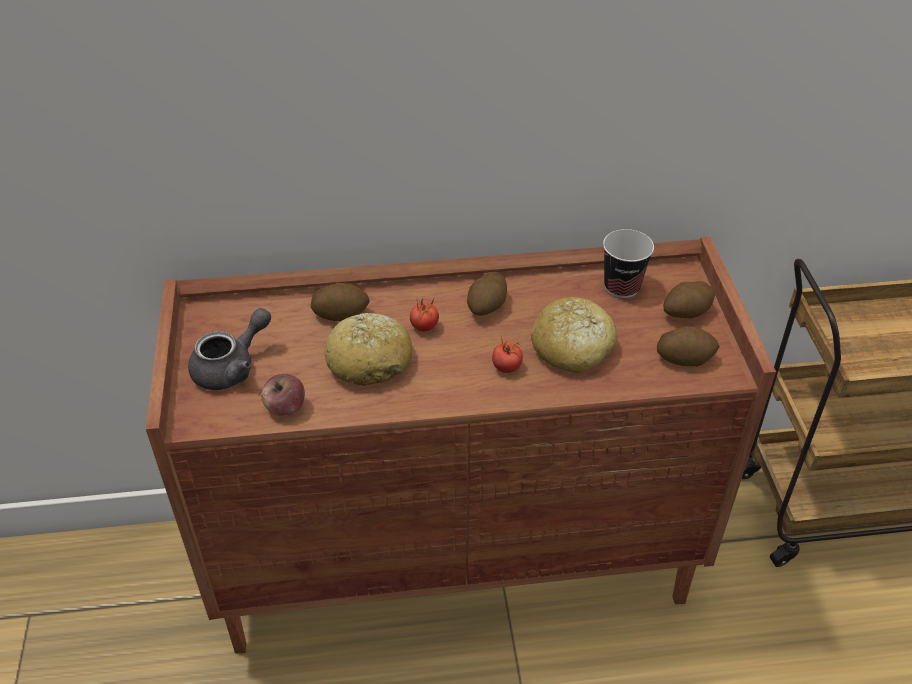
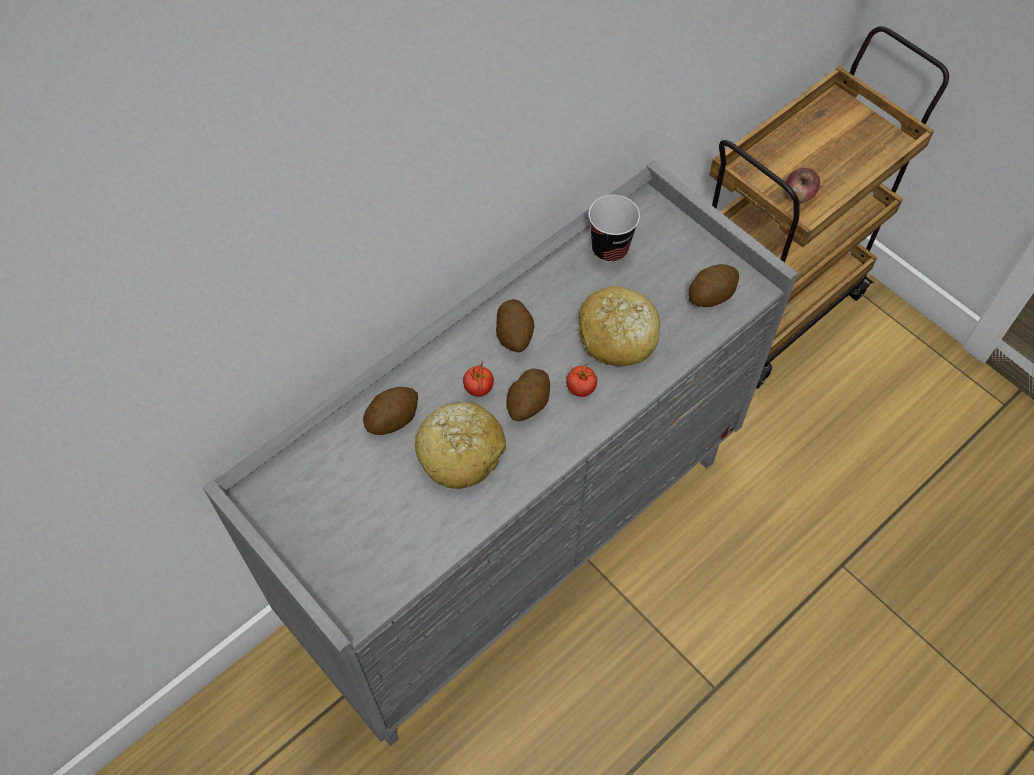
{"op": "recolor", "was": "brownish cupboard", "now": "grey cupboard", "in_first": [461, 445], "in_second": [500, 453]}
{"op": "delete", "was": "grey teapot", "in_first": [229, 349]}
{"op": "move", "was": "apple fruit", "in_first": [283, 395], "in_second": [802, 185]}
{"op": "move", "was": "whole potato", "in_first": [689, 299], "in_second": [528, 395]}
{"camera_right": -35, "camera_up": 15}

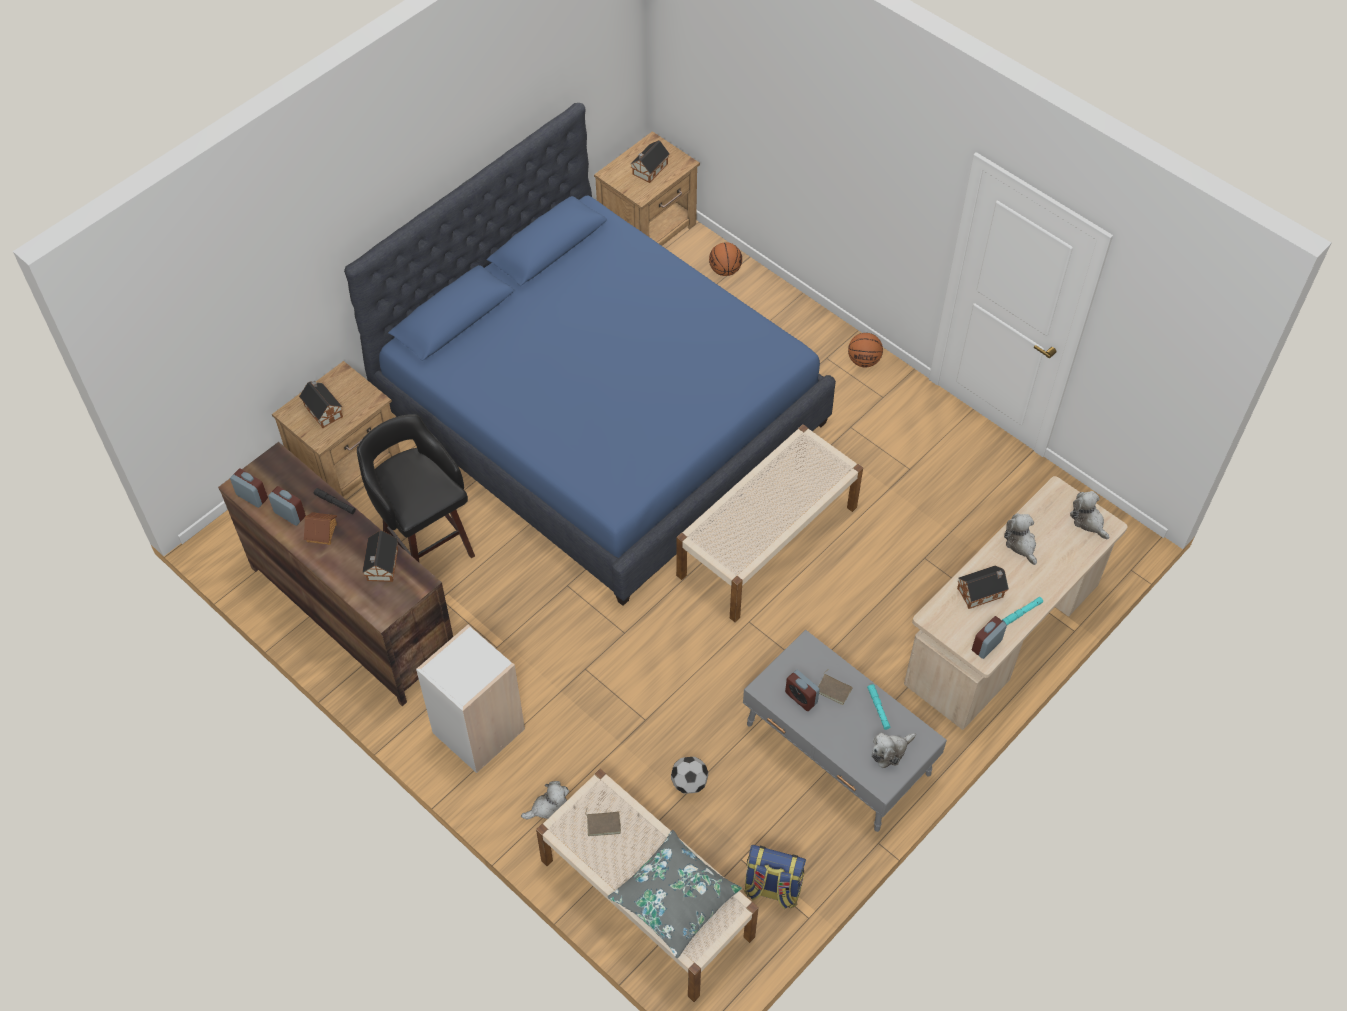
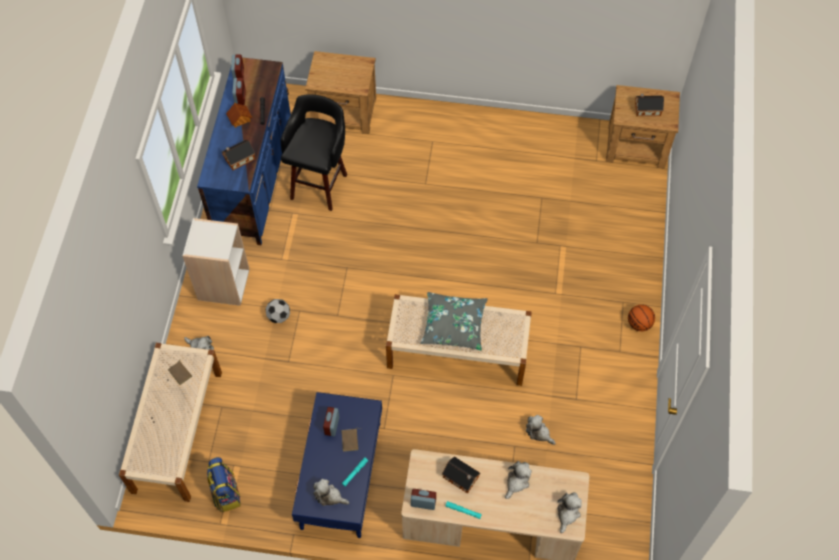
{"op": "recolor", "was": "brownish cupboard", "now": "bluish cupboard", "in_first": [335, 574], "in_second": [244, 151]}
{"op": "delete", "was": "toy house", "in_first": [321, 404]}
{"op": "delete", "was": "bluish bedroom bed", "in_first": [590, 354]}
{"op": "move", "was": "grey cushion", "in_first": [675, 894], "in_second": [454, 321]}
{"op": "move", "was": "football", "in_first": [689, 775], "in_second": [278, 311]}
{"op": "delete", "was": "basketball", "in_first": [725, 259]}
{"op": "recolor", "was": "grey low table", "now": "bluish low table", "in_first": [845, 731], "in_second": [337, 465]}
{"op": "insert", "now": "plush toy", "in_second": [541, 430]}
{"camera_right": 55, "camera_up": 5}

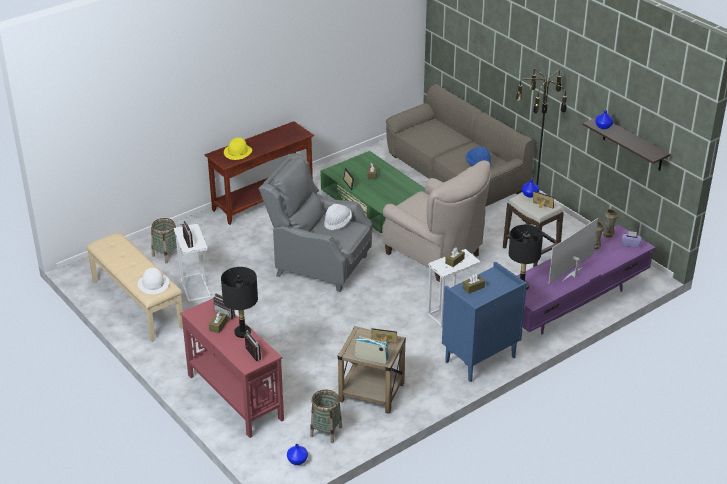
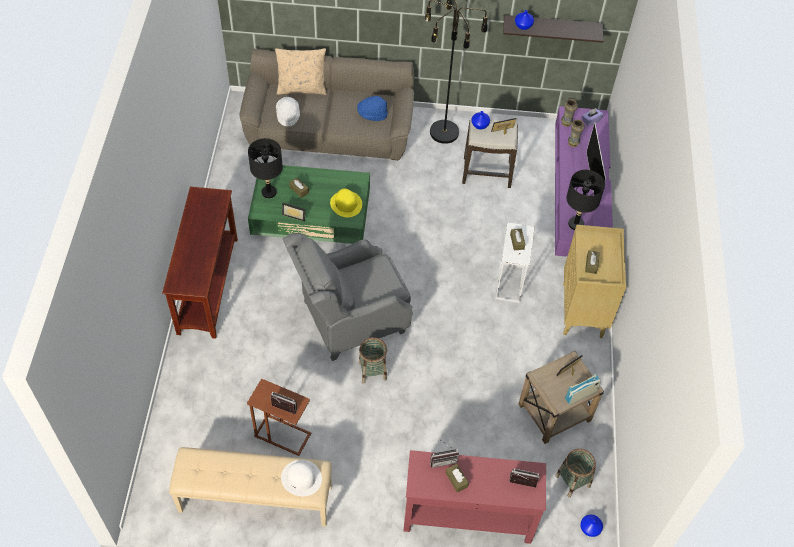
{"op": "move", "was": "basket", "in_first": [165, 240], "in_second": [373, 361]}
{"op": "recolor", "was": "white accent table", "now": "brownish accent table", "in_first": [192, 263], "in_second": [279, 417]}
{"op": "move", "was": "blackish tabletop lamp", "in_first": [239, 302], "in_second": [265, 168]}
{"op": "move", "was": "yellow hat", "in_first": [238, 148], "in_second": [346, 203]}
{"op": "move", "was": "white hat", "in_first": [338, 217], "in_second": [288, 112]}
{"op": "delete", "was": "sand-coloured easy chair", "in_first": [436, 221]}
{"op": "recolor", "was": "bluish cupboard", "now": "sand-coloured cupboard", "in_first": [484, 321], "in_second": [595, 281]}
{"op": "insert", "now": "sand-coloured cushion", "in_second": [301, 71]}
{"camera_right": -50, "camera_up": 20}

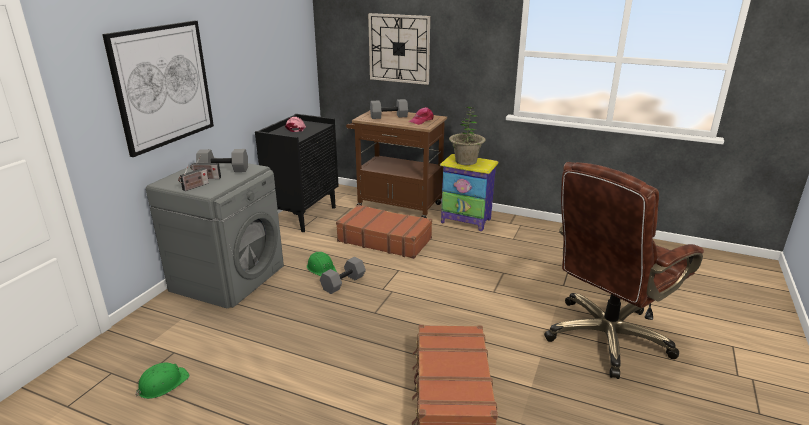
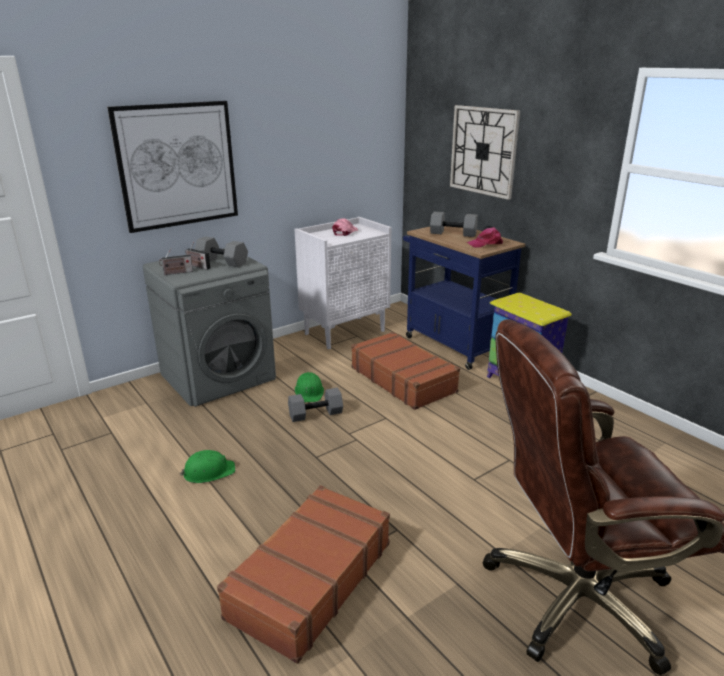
{"op": "move", "was": "greenish work helmet", "in_first": [162, 381], "in_second": [207, 466]}
{"op": "recolor", "was": "blackish cupboard", "now": "white cupboard", "in_first": [297, 173], "in_second": [343, 283]}
{"op": "recolor", "was": "brownish wheeled cart", "now": "bluish wheeled cart", "in_first": [396, 164], "in_second": [464, 298]}
{"op": "delete", "was": "plant in a pot", "in_first": [467, 135]}
{"camera_right": 30, "camera_up": 0}

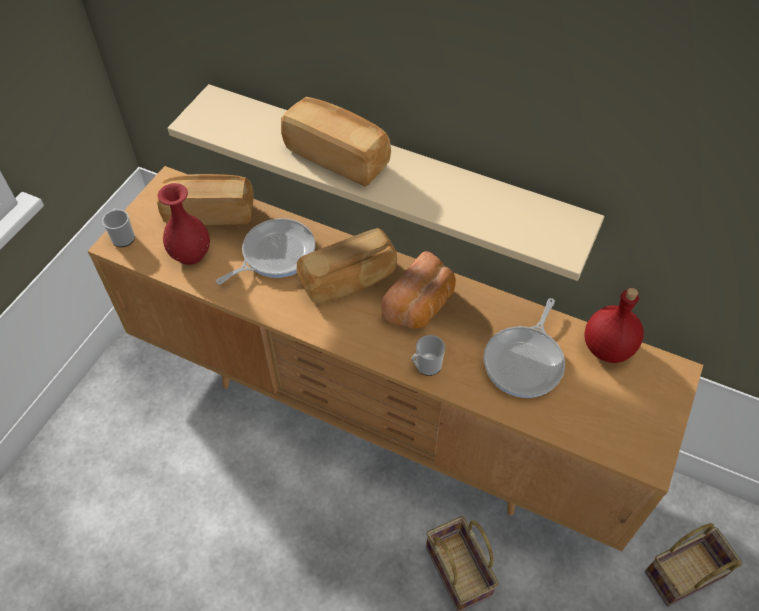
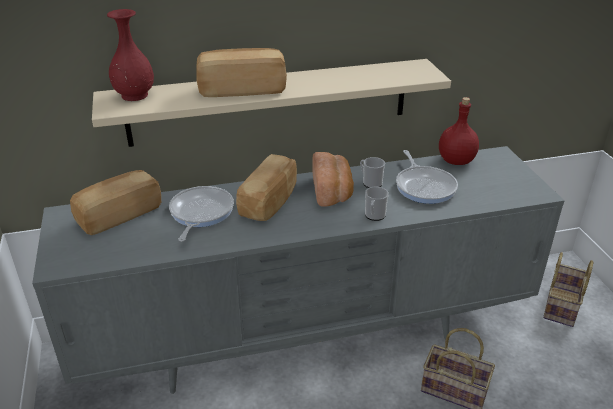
{"op": "recolor", "was": "brownish cupboard", "now": "grey cupboard", "in_first": [395, 358], "in_second": [298, 270]}
{"op": "move", "was": "mug", "in_first": [118, 227], "in_second": [372, 172]}
{"op": "move", "was": "red vase", "in_first": [184, 224], "in_second": [130, 55]}
{"camera_right": -40, "camera_up": -20}

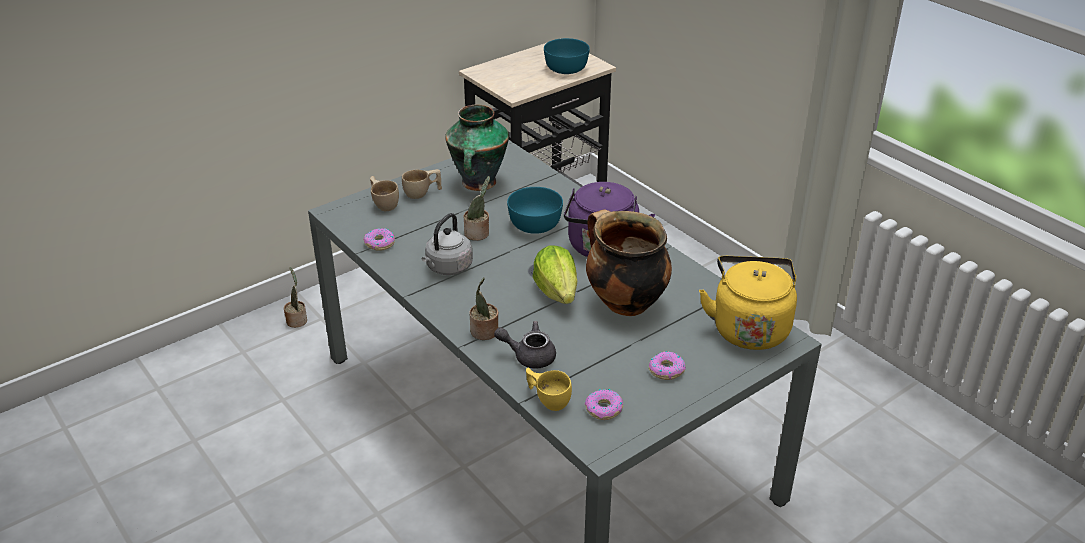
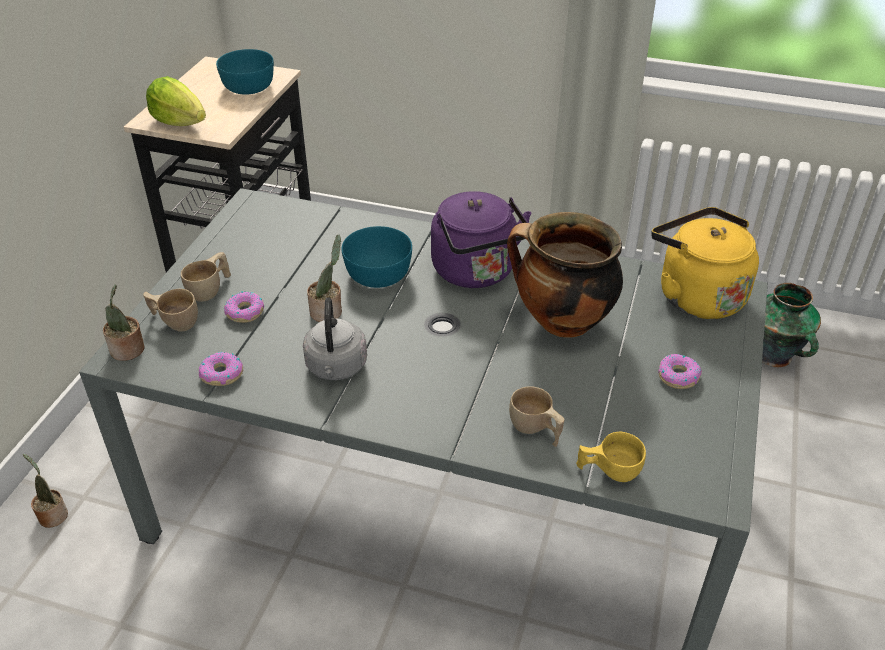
{"op": "move", "was": "vase", "in_first": [477, 148], "in_second": [791, 325]}
{"op": "move", "was": "plant in a pot", "in_first": [484, 309], "in_second": [124, 322]}
{"op": "replace", "was": "grey teapot", "now": "sand-coloured cup", "in_first": [525, 345], "in_second": [536, 416]}
{"op": "move", "was": "head of lettuce", "in_first": [555, 274], "in_second": [176, 101]}
{"op": "move", "was": "ring doughnut", "in_first": [604, 404], "in_second": [244, 307]}
{"camera_right": -35, "camera_up": 5}

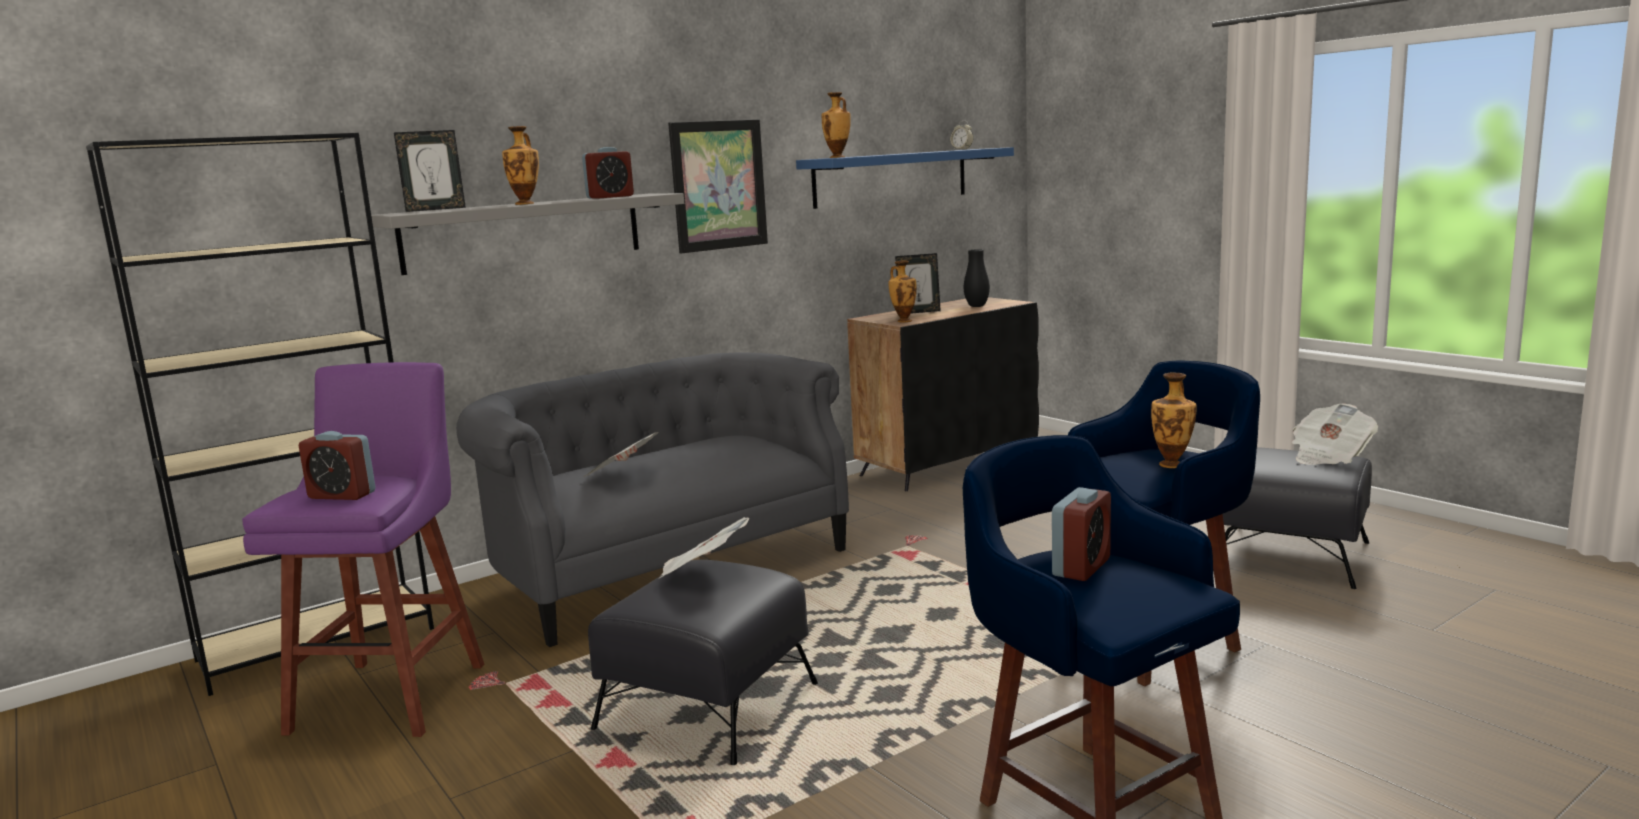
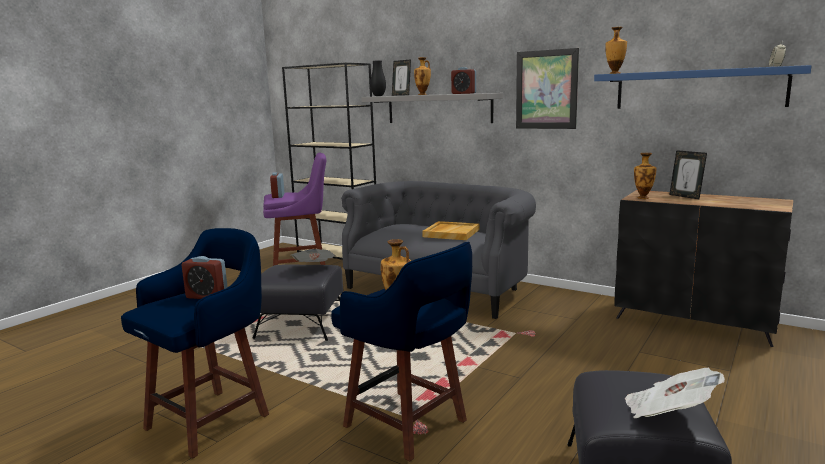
{"op": "delete", "was": "newspaper", "in_first": [621, 454]}
{"op": "move", "was": "blackish vase", "in_first": [977, 278], "in_second": [378, 78]}
{"op": "insert", "now": "sand-coloured tray", "in_second": [450, 230]}
{"camera_right": 70, "camera_up": 0}

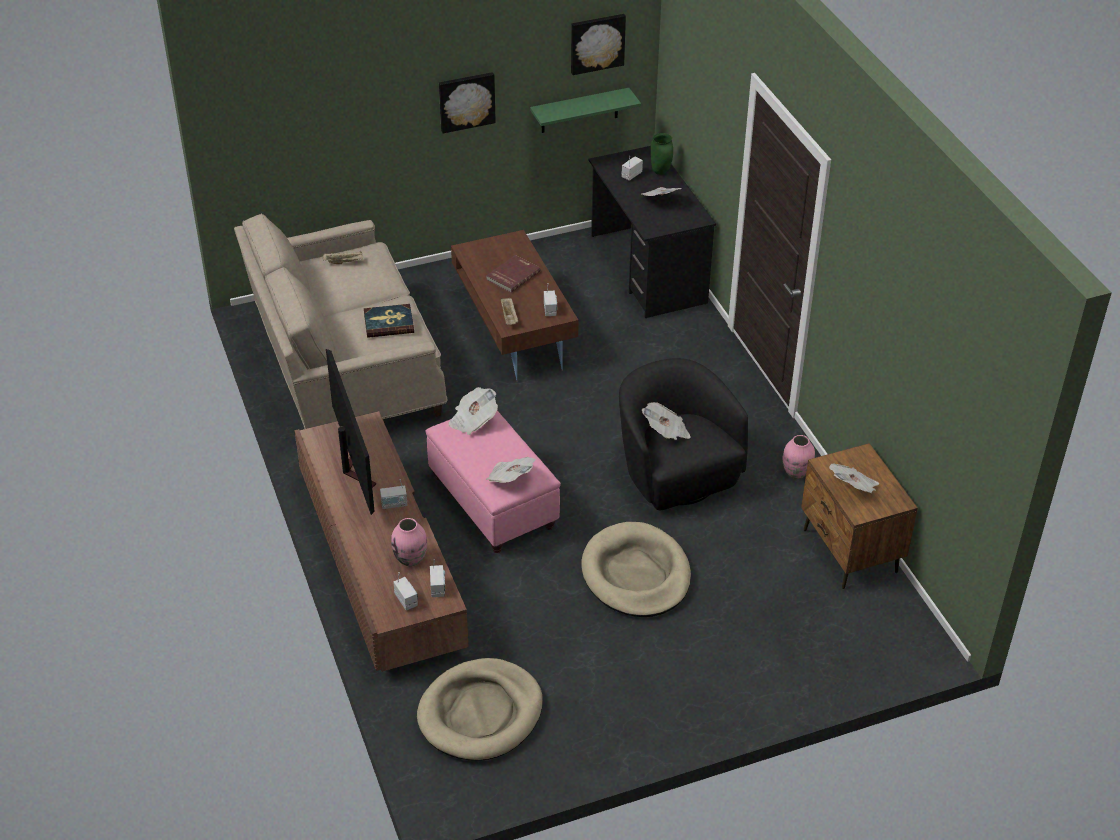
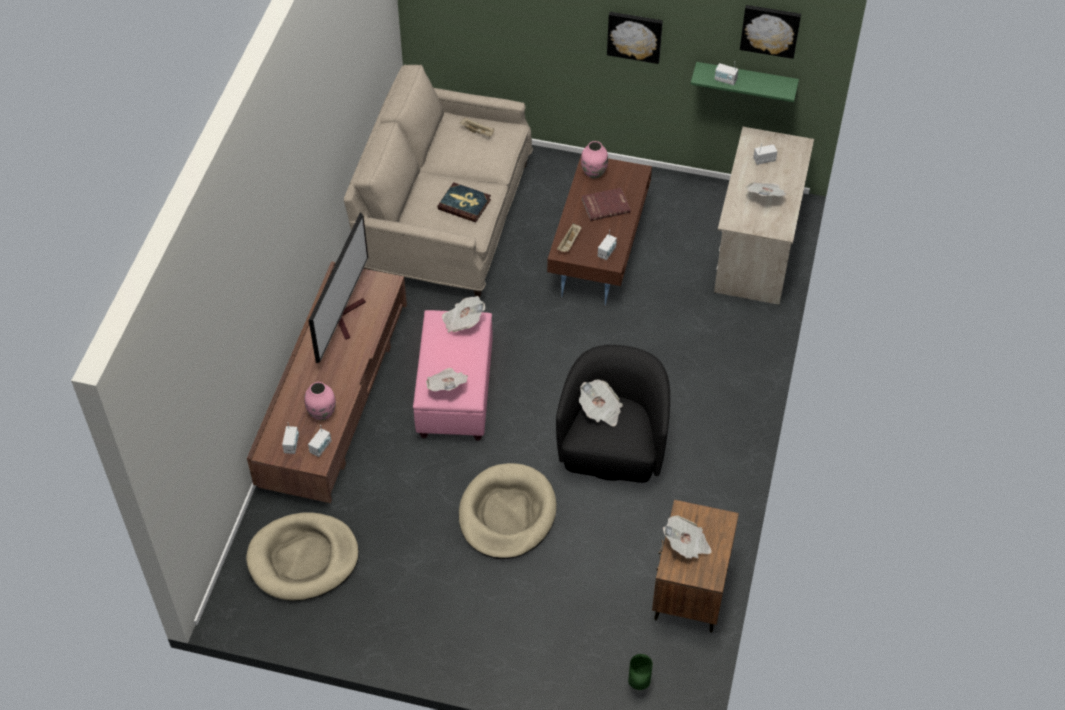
{"op": "move", "was": "radio", "in_first": [393, 494], "in_second": [726, 73]}
{"op": "recolor", "was": "blackish desk table", "now": "sand-coloured desk table", "in_first": [652, 232], "in_second": [764, 216]}
{"op": "move", "was": "greenish vase", "in_first": [662, 154], "in_second": [640, 672]}
{"op": "move", "was": "pinkish vase", "in_first": [799, 457], "in_second": [594, 159]}
{"camera_right": 35, "camera_up": 10}

